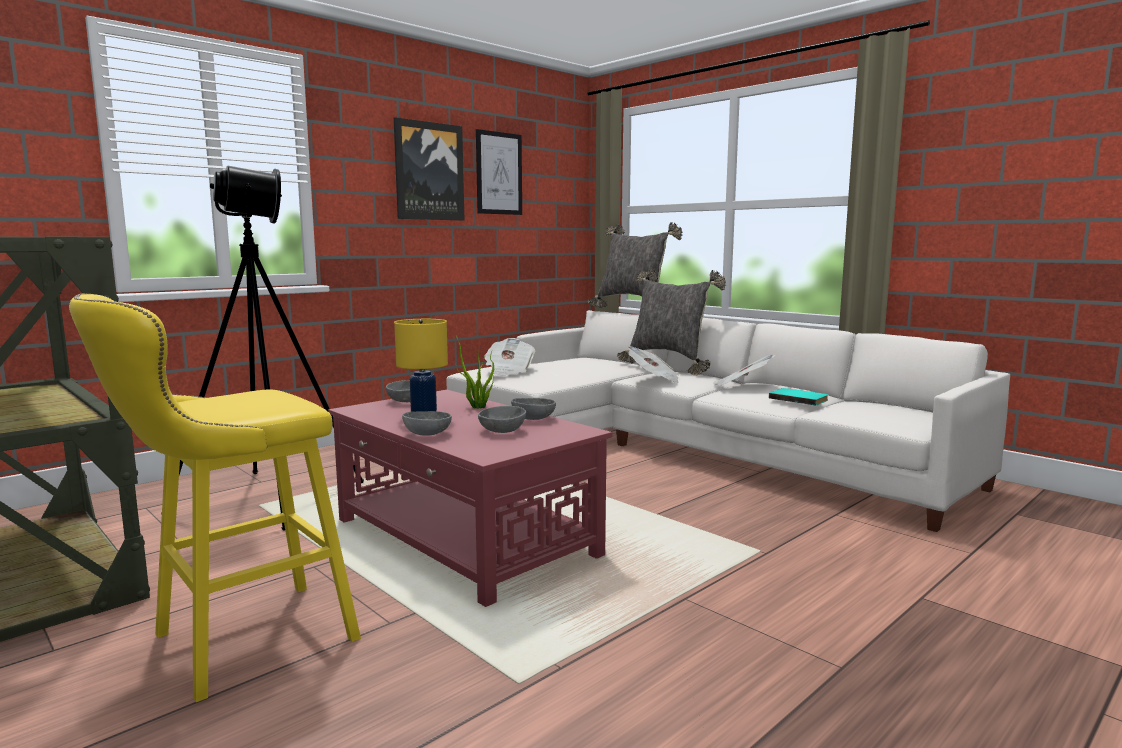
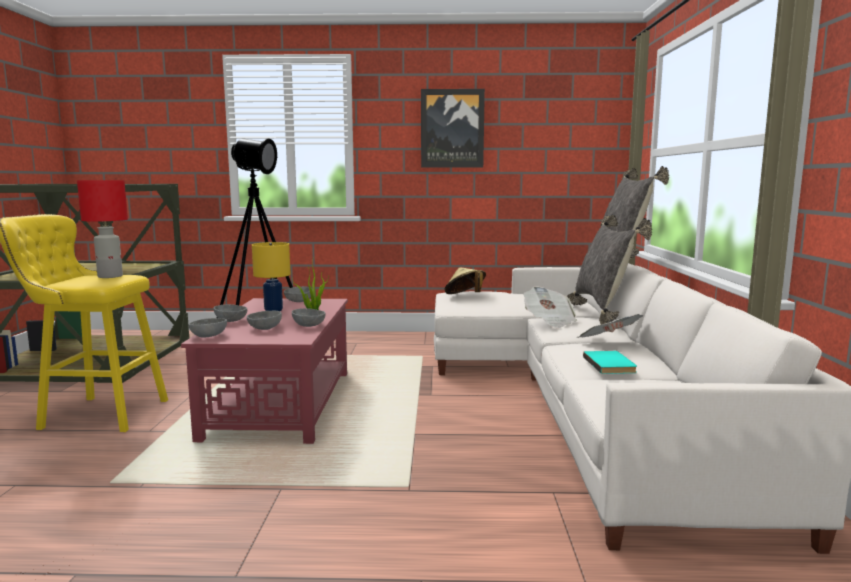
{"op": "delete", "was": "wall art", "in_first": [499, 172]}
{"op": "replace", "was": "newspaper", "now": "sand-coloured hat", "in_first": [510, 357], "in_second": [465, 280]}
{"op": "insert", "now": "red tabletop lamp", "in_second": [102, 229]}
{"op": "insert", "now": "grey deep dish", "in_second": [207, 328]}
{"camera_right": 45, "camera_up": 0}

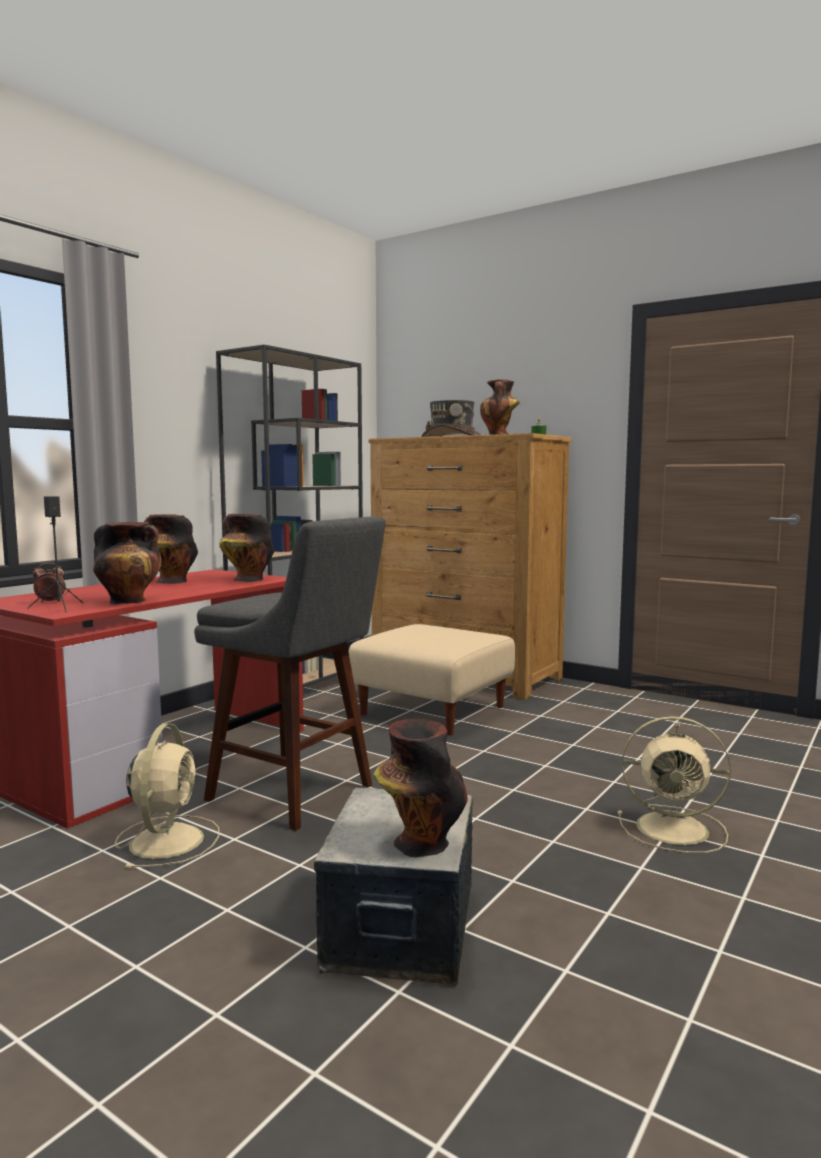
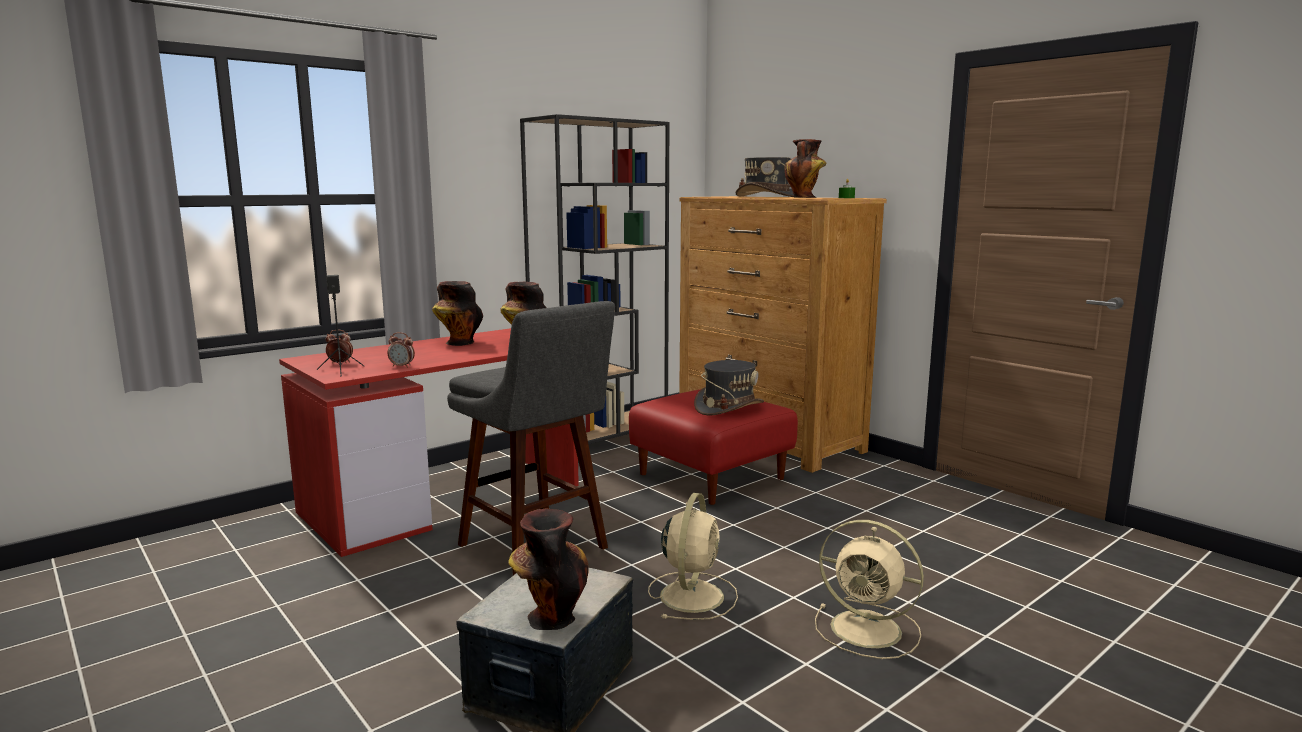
{"op": "replace", "was": "vase", "now": "table clock", "in_first": [127, 563], "in_second": [401, 350]}
{"op": "move", "was": "sand-coloured fan", "in_first": [167, 796], "in_second": [693, 556]}
{"op": "recolor", "was": "sand-coloured pouffe", "now": "red pouffe", "in_first": [432, 679], "in_second": [713, 447]}
{"op": "insert", "now": "grey hat", "in_second": [729, 388]}
{"camera_right": 15, "camera_up": 5}

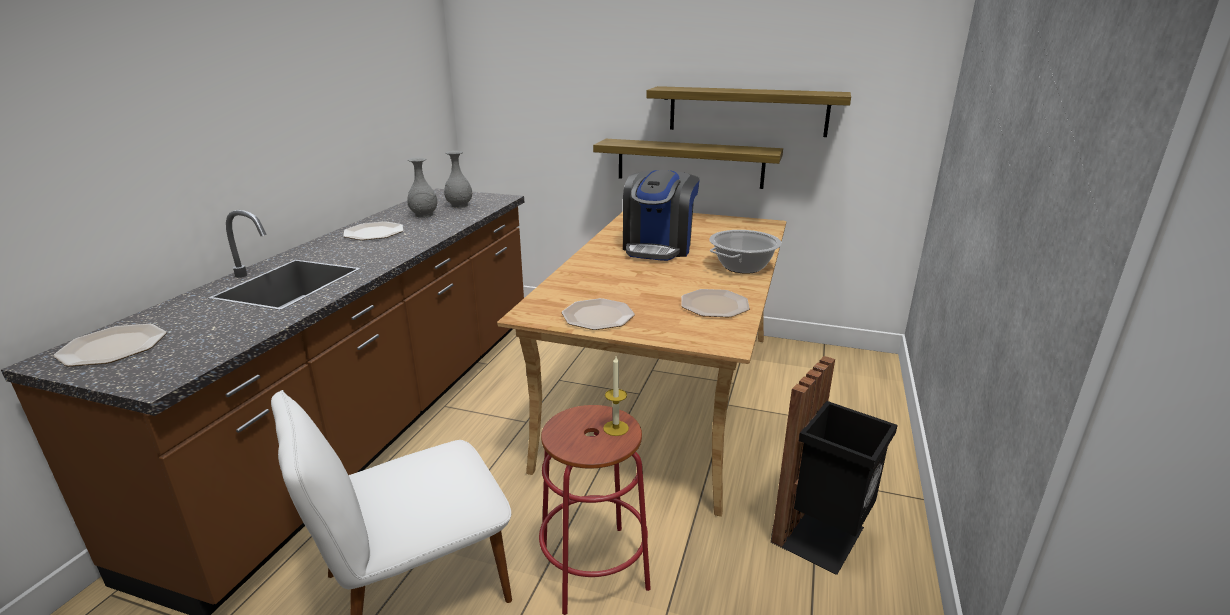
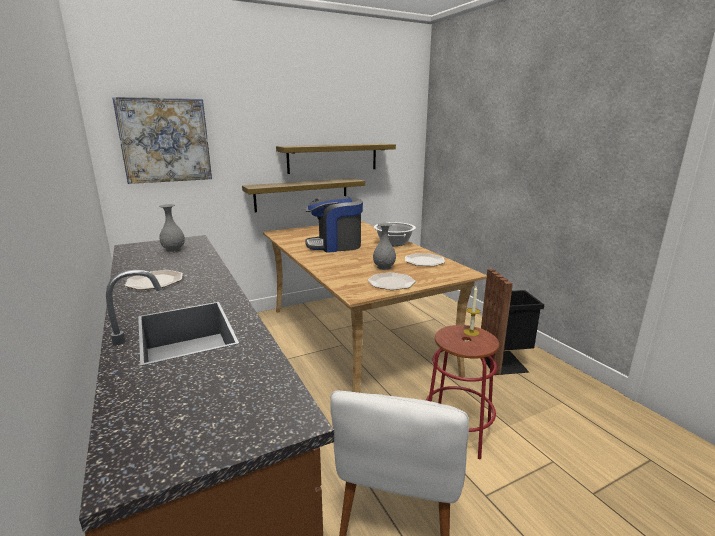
{"op": "delete", "was": "plate", "in_first": [109, 345]}
{"op": "move", "was": "grey vase", "in_first": [422, 188], "in_second": [384, 246]}
{"op": "rotate", "was": "coffee brewer", "in_first": [661, 215], "in_second": [334, 224], "clockwise": 105}
{"op": "insert", "now": "wall art", "in_second": [162, 140]}
{"camera_right": -45, "camera_up": -5}

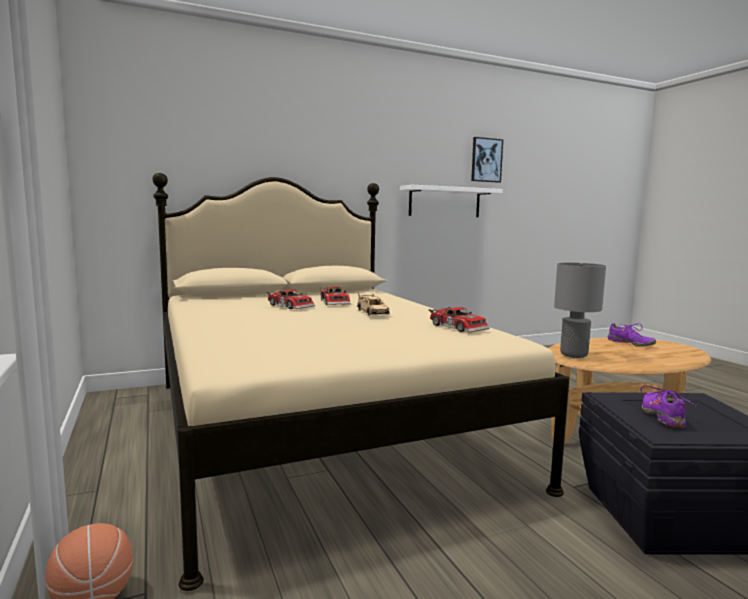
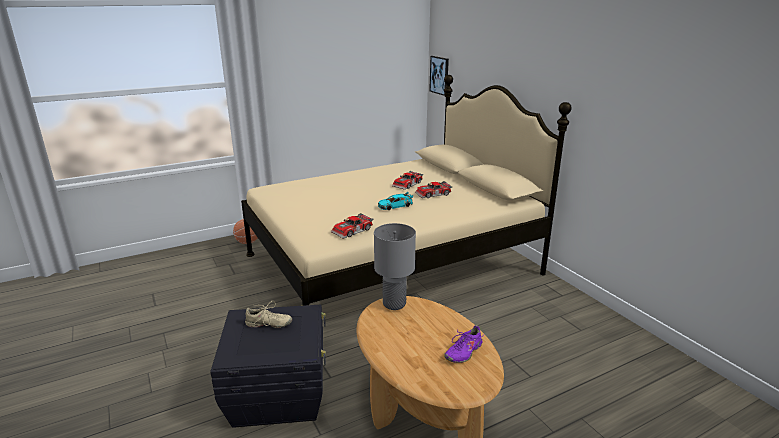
{"op": "recolor", "was": "sand-coloured toy car", "now": "blue-green toy car", "in_first": [373, 304], "in_second": [395, 201]}
{"op": "delete", "was": "white shelf", "in_first": [451, 201]}
{"op": "move", "was": "wall art", "in_first": [487, 160], "in_second": [439, 76]}
{"op": "recolor", "was": "purple-coloured item of footwear", "now": "sand-coloured item of footwear", "in_first": [668, 406], "in_second": [268, 314]}
{"camera_right": 85, "camera_up": 15}

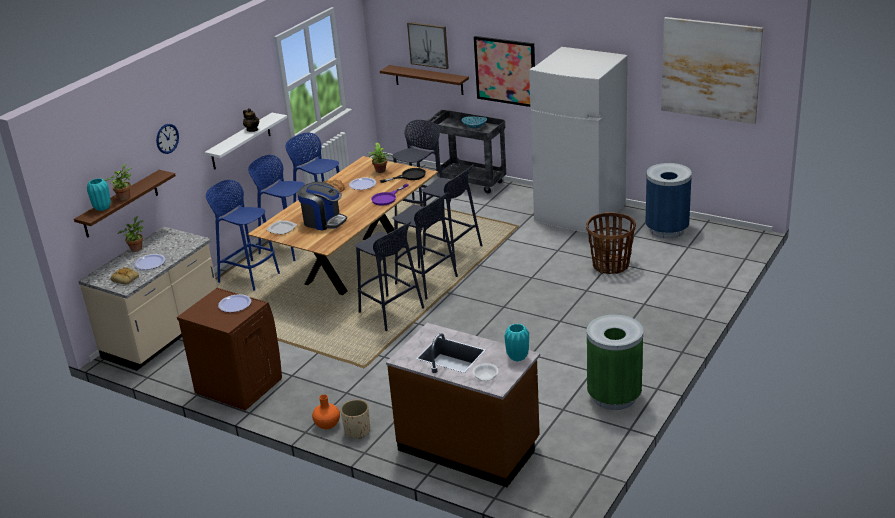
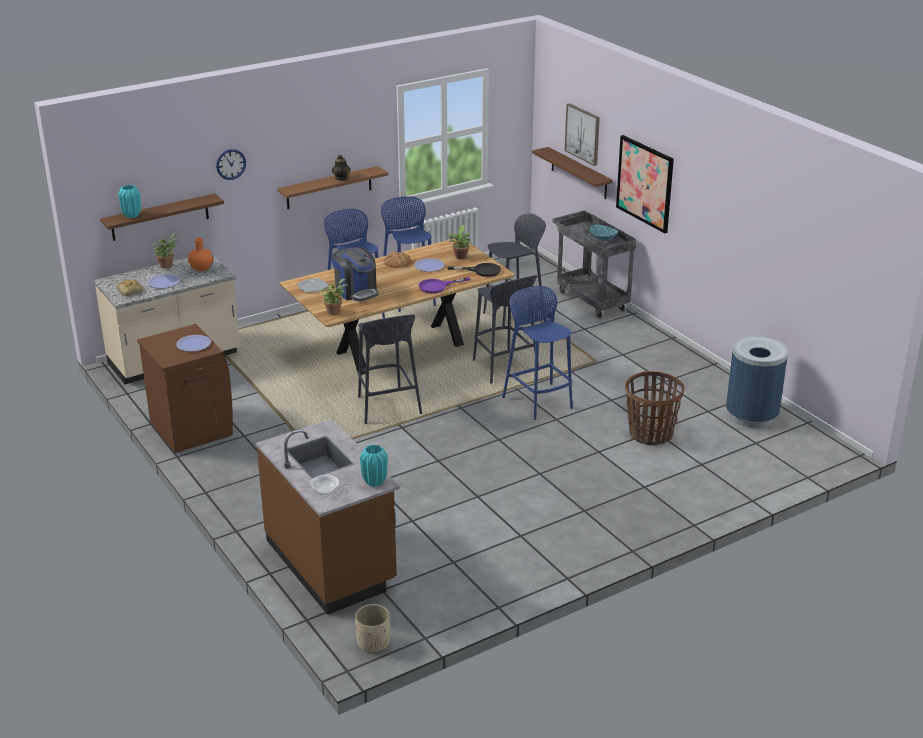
{"op": "move", "was": "plant in a pot", "in_first": [118, 182], "in_second": [333, 297]}
{"op": "recolor", "was": "white shelf", "now": "brownish shelf", "in_first": [245, 141], "in_second": [333, 187]}
{"op": "move", "was": "bluish stool seat", "in_first": [243, 235], "in_second": [537, 353]}
{"op": "move", "was": "orange-coloured vase", "in_first": [326, 411], "in_second": [201, 254]}
{"op": "move", "was": "sand-coloured plant pot", "in_first": [355, 419], "in_second": [372, 628]}
{"op": "delete", "was": "grey stool seat", "in_first": [425, 245]}
{"op": "delete", "was": "white refrigerator", "in_first": [578, 140]}
{"op": "delete", "was": "greenish waste bin", "in_first": [615, 362]}
{"op": "delete", "was": "wall art", "in_first": [712, 70]}
{"camera_right": 25, "camera_up": 0}

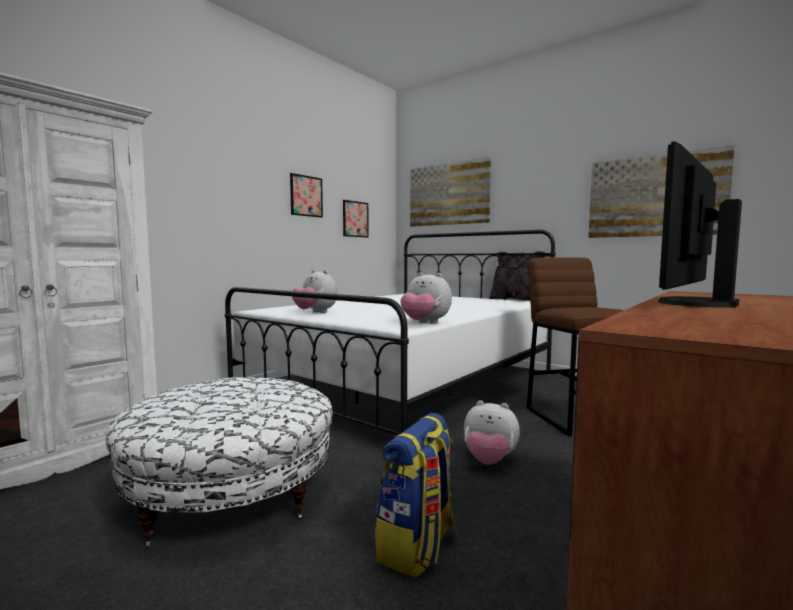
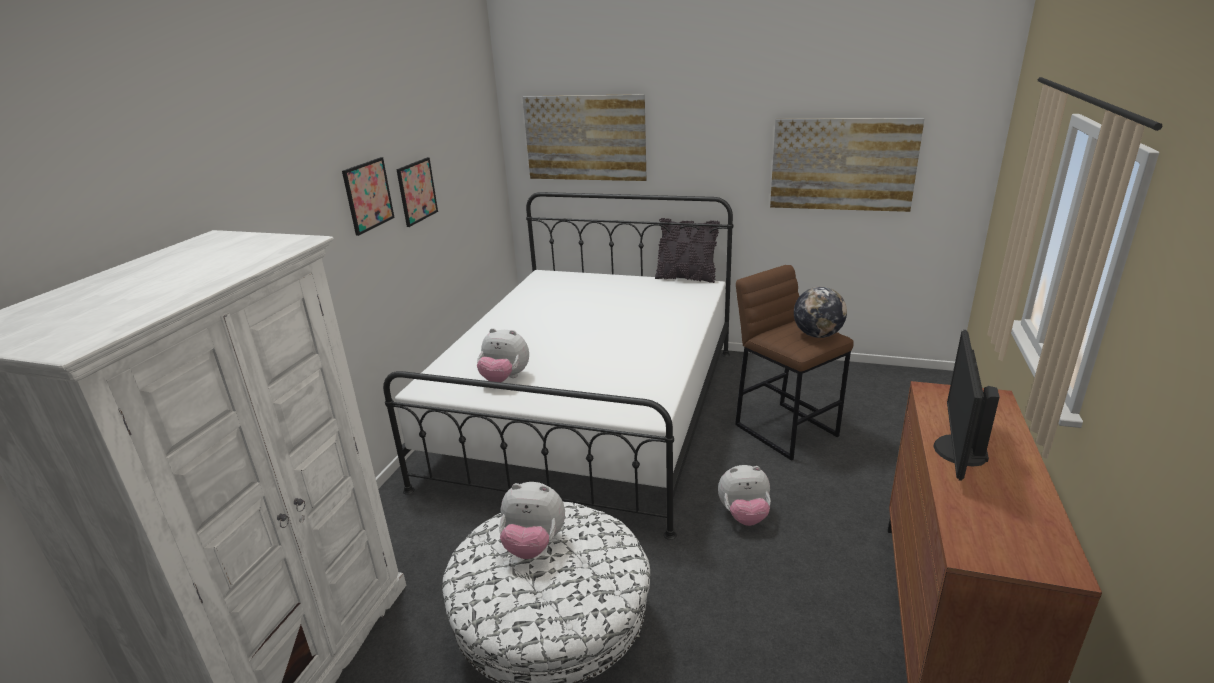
{"op": "move", "was": "wall art", "in_first": [356, 219], "in_second": [368, 196]}
{"op": "delete", "was": "knapsack", "in_first": [416, 495]}
{"op": "move", "was": "plush toy", "in_first": [426, 298], "in_second": [532, 520]}
{"op": "insert", "now": "world globe", "in_second": [820, 312]}
{"camera_right": -20, "camera_up": 20}

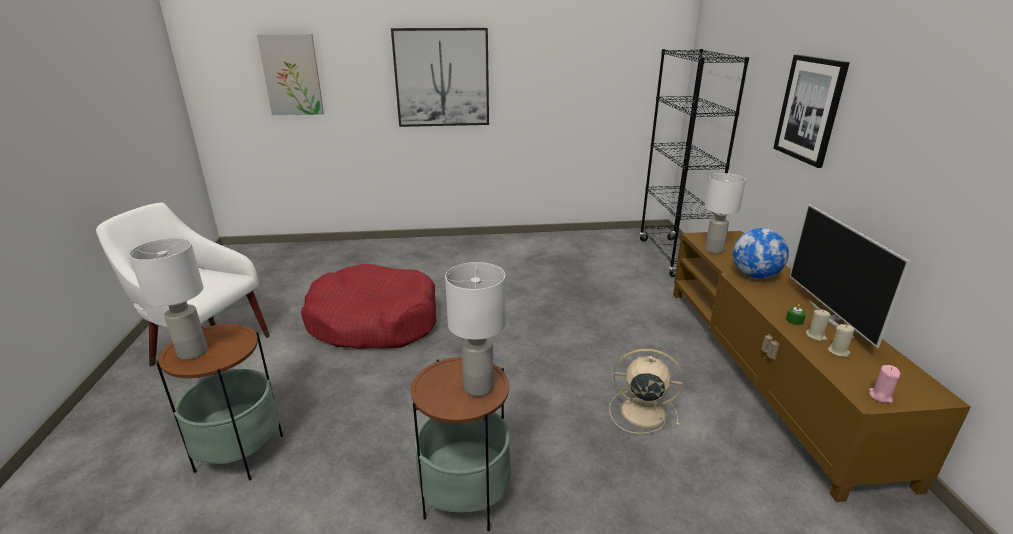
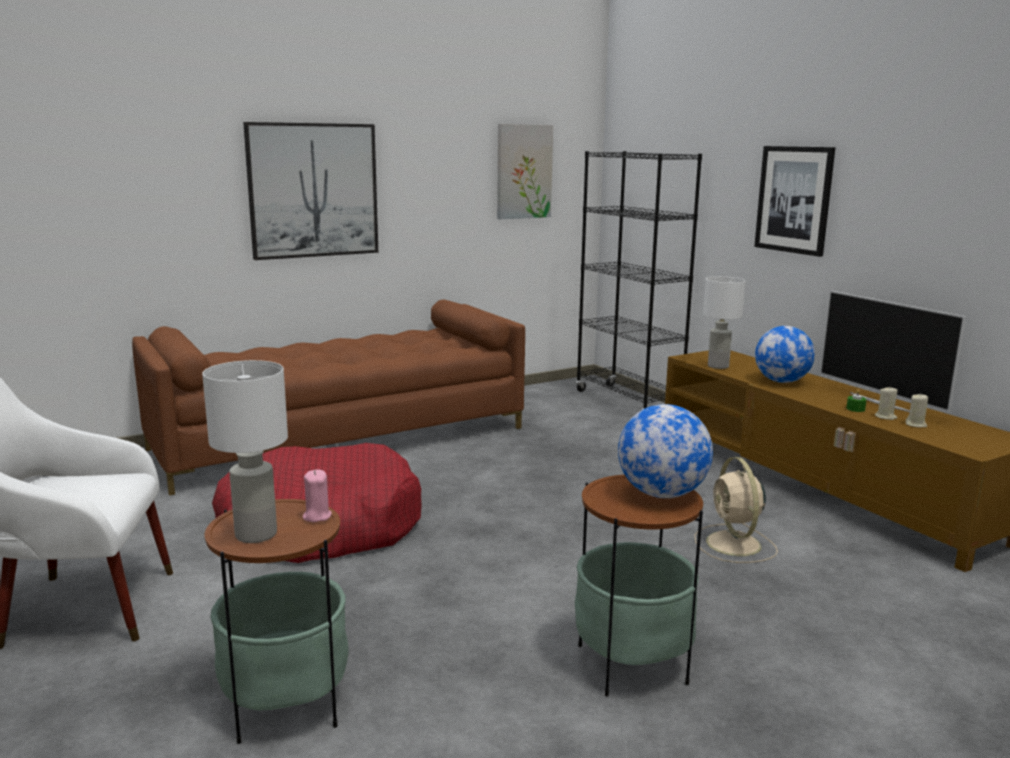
{"op": "move", "was": "wall art", "in_first": [290, 74], "in_second": [525, 171]}
{"op": "replace", "was": "white tabletop lamp", "now": "world globe", "in_first": [475, 329], "in_second": [665, 451]}
{"op": "rotate", "was": "sand-coloured fan", "in_first": [646, 391], "in_second": [736, 510], "clockwise": -90}
{"op": "move", "was": "pinkish wax candle", "in_first": [884, 384], "in_second": [317, 495]}
{"op": "insert", "now": "brownish couch", "in_second": [328, 398]}
{"camera_right": -25, "camera_up": -10}

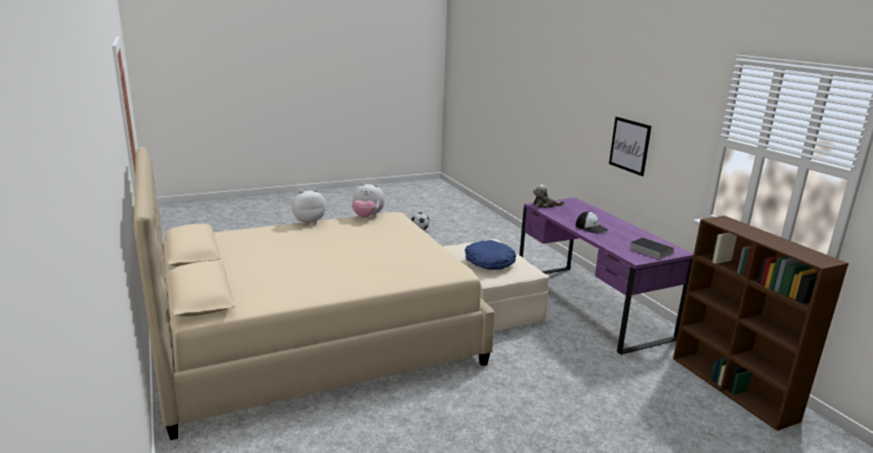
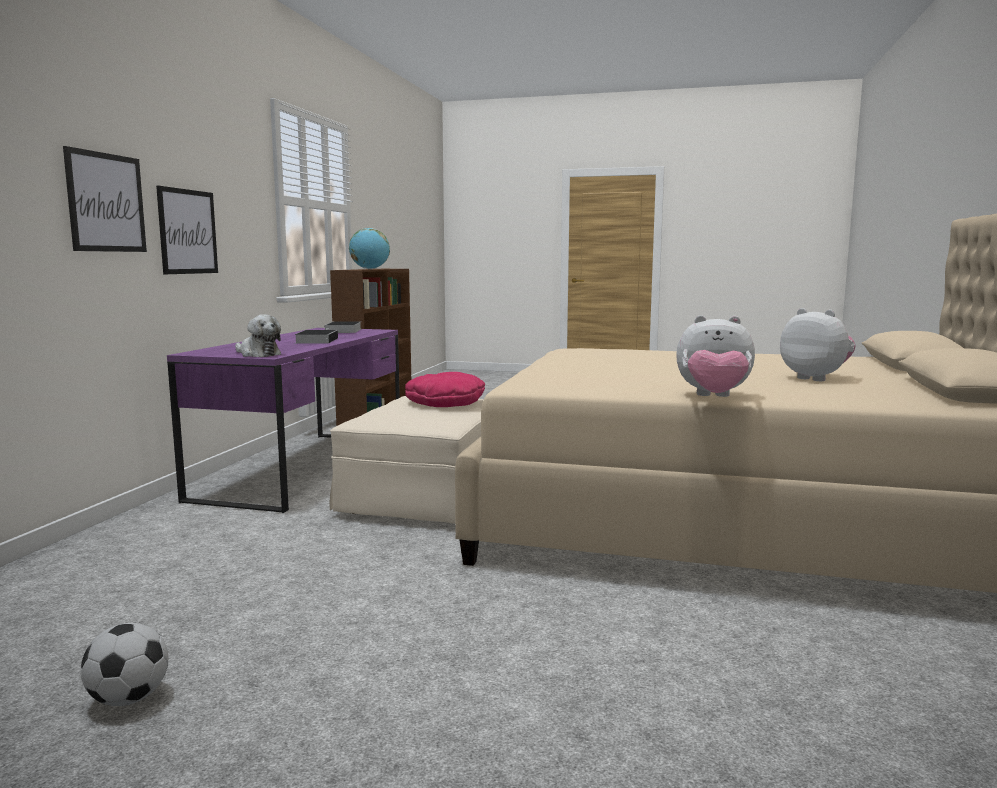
{"op": "move", "was": "plush toy", "in_first": [368, 200], "in_second": [818, 344]}
{"op": "recolor", "was": "bluish cushion", "now": "pinkish cushion", "in_first": [490, 255], "in_second": [445, 389]}
{"op": "replace", "was": "cap", "now": "bound book", "in_first": [592, 222], "in_second": [316, 337]}
{"op": "insert", "now": "wall art", "in_second": [105, 199]}
{"op": "insert", "now": "world globe", "in_second": [369, 248]}
{"camera_right": -140, "camera_up": -10}

